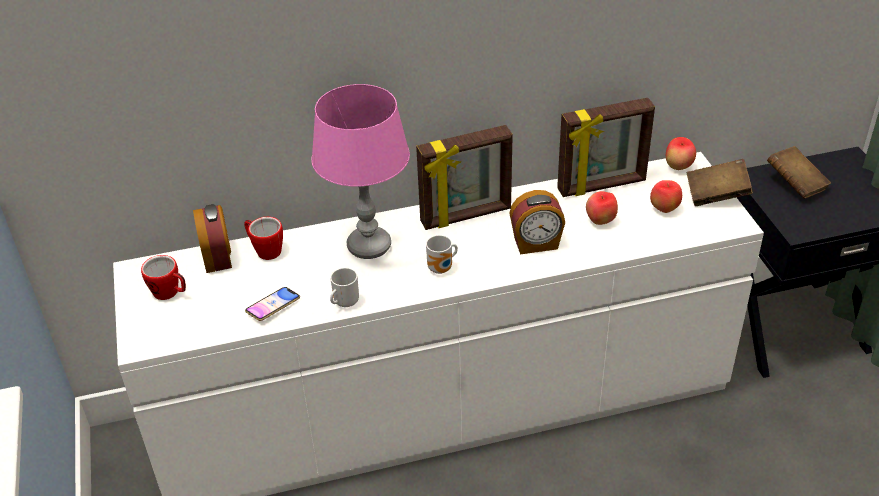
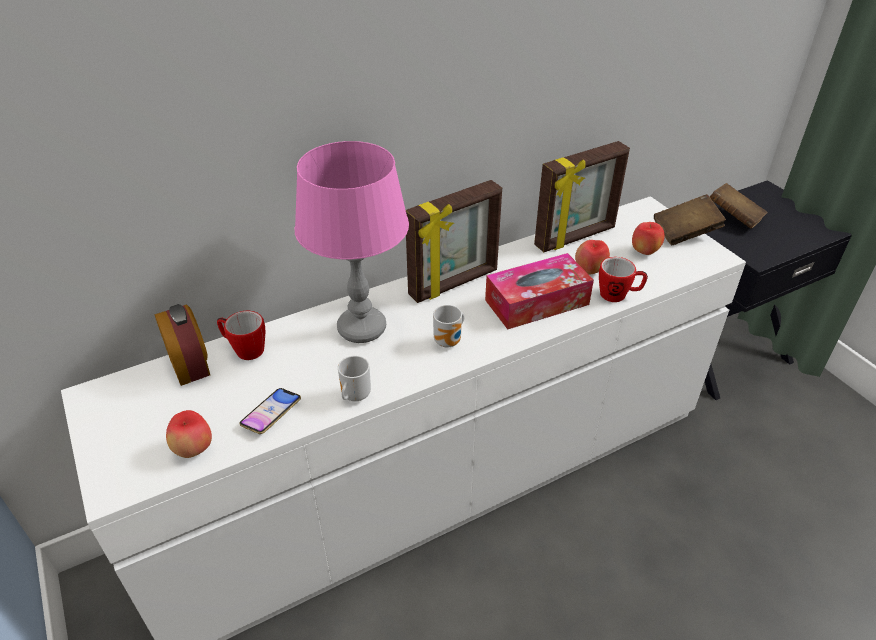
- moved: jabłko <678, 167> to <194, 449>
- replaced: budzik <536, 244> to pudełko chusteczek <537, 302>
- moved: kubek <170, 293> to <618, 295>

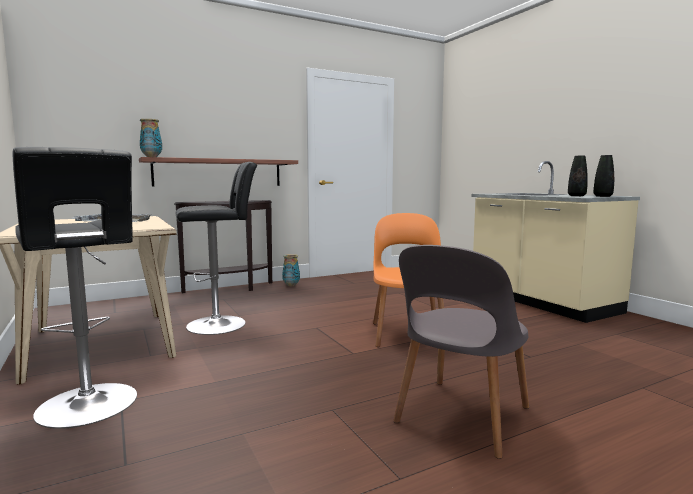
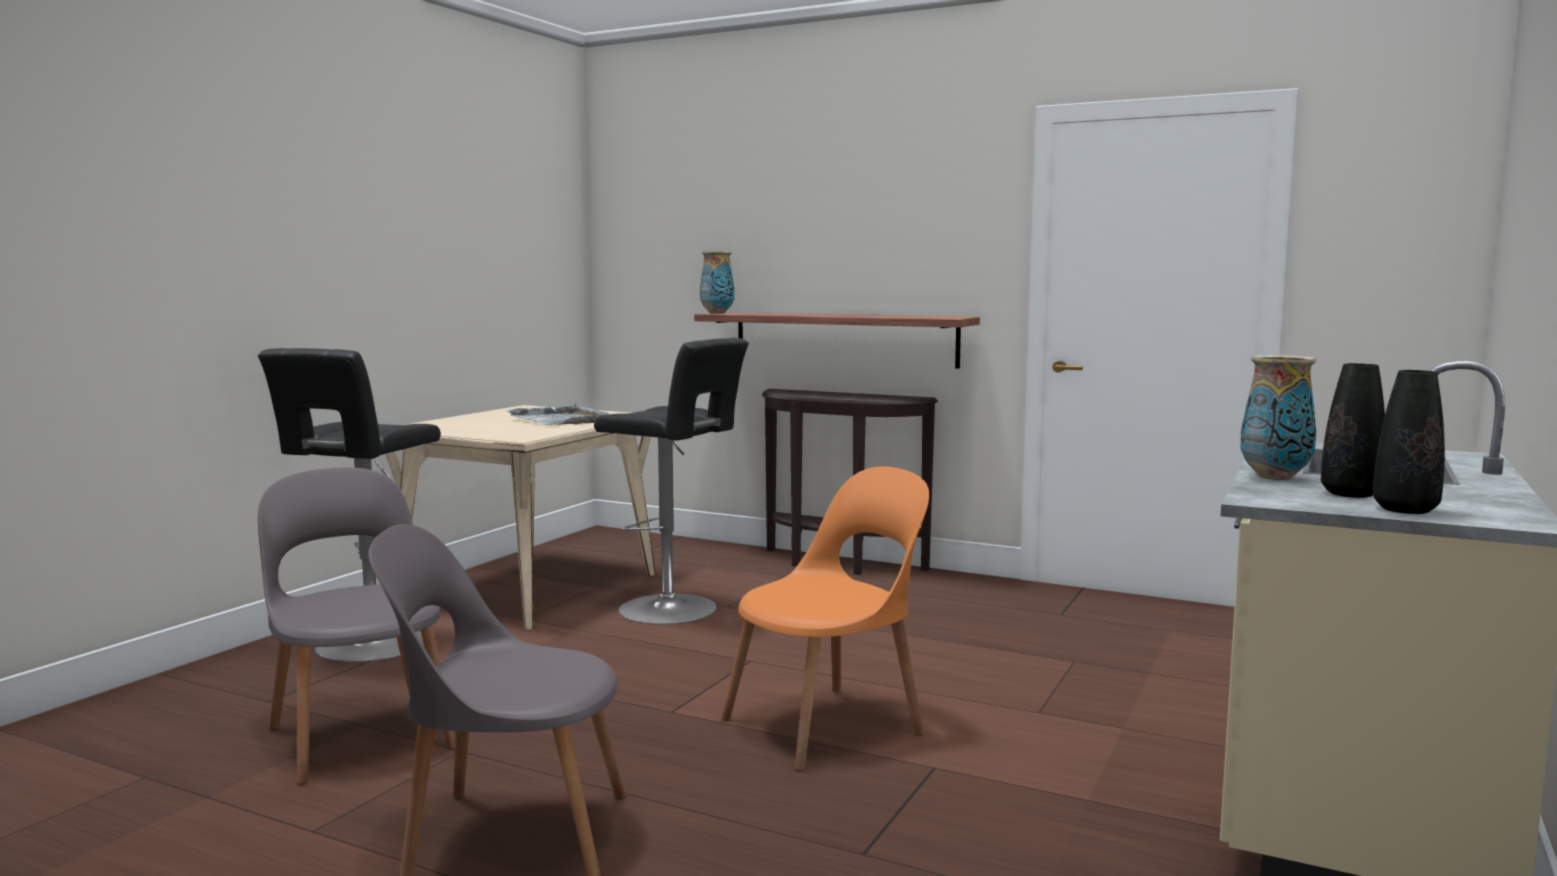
- added: krzesło/szary <361, 734>
- moved: wazon <291, 285> to <1274, 477>

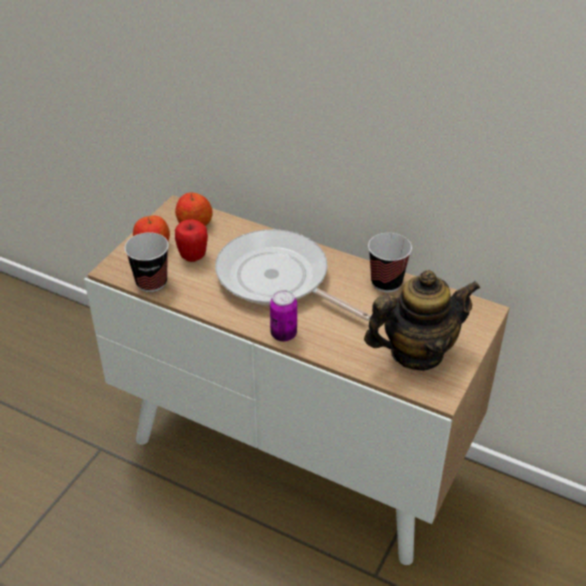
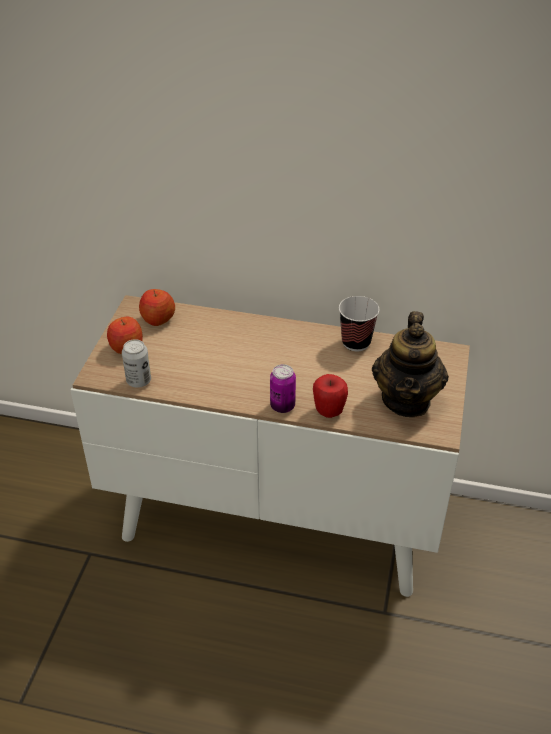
- replaced: filiżanka <151, 282> to puszka <139, 381>
- moved: jabłko <193, 256> to <329, 411>
- turned: imbryk <416, 352> = <406, 400> 135 degrees clockwise
- removed: patelnia <277, 279>

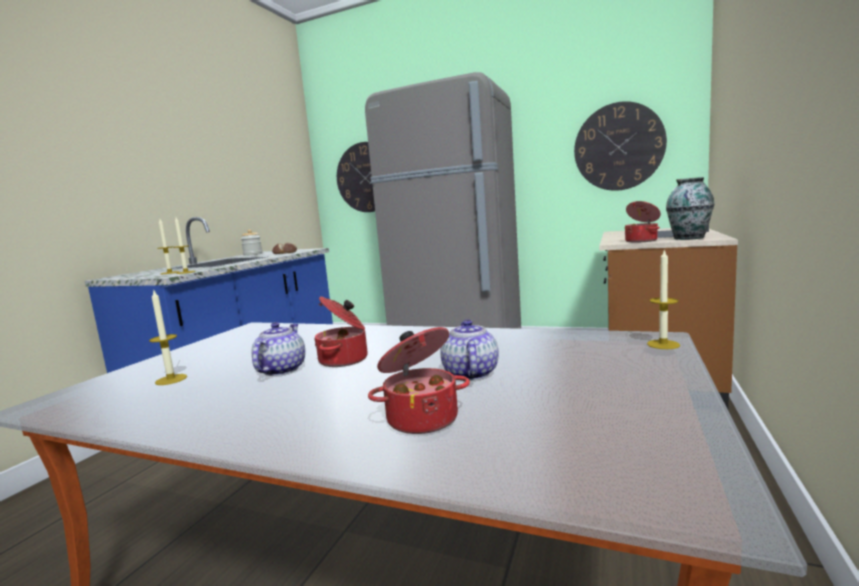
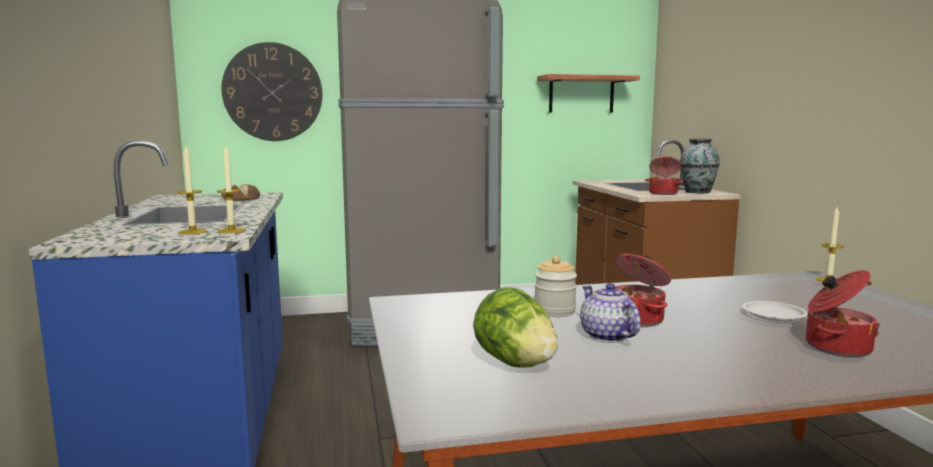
- replaced: świeca <171, 379> to sałata <514, 363>
- moved: słoik <253, 254> to <554, 310>
- replaced: zegar ścienny <618, 147> to półka <581, 94>
- replaced: imbryk <470, 374> to talerz/biały <773, 315>

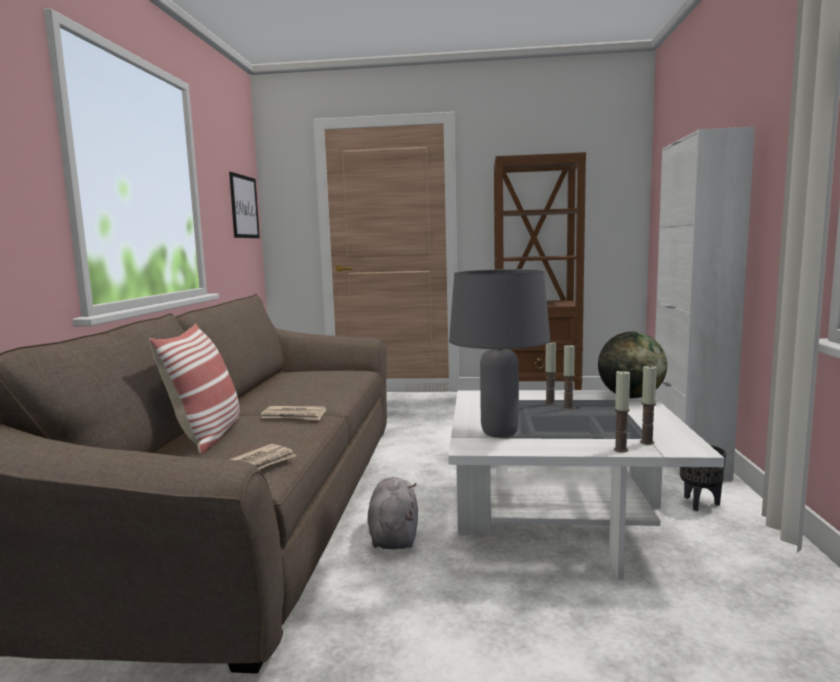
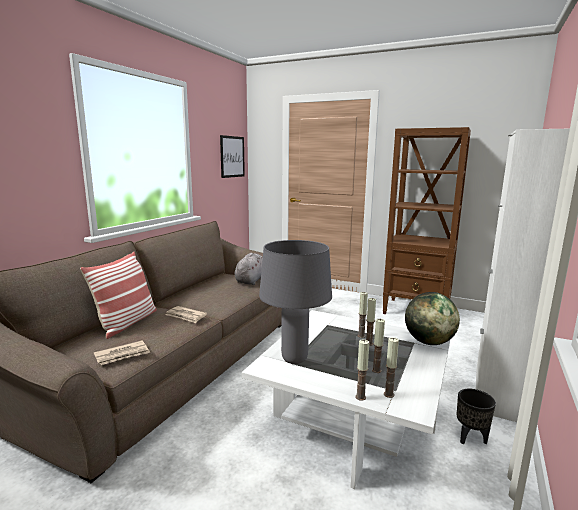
- moved: pluszak/szary <393, 535> to <251, 280>
- added: świeca <376, 370>

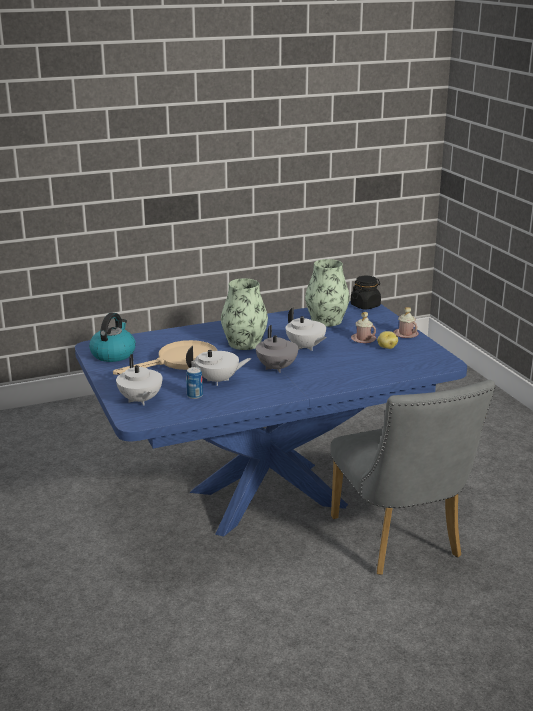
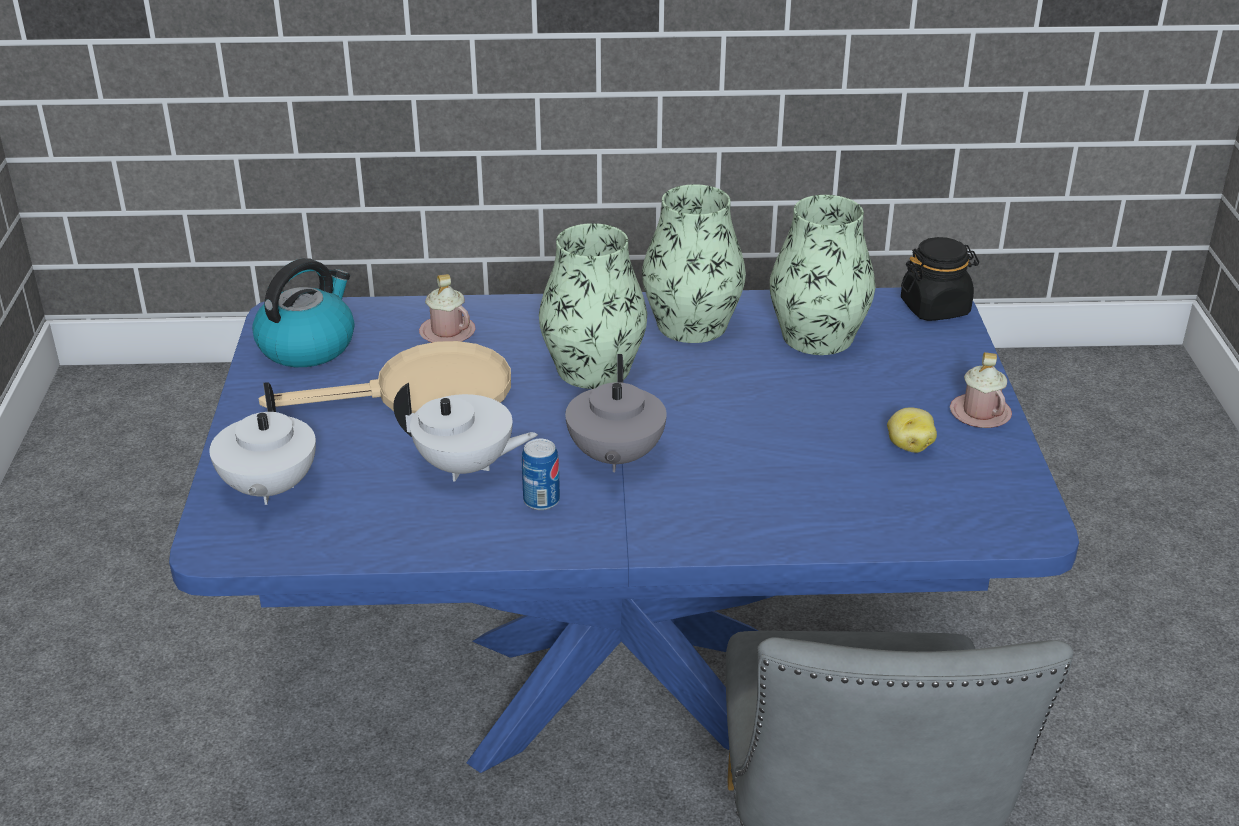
- moved: kubek/różowy <363, 339> to <447, 332>
- moved: puszka <194, 395> to <541, 501>
- added: wazon <692, 324>
- removed: imbryk/biały <305, 347>

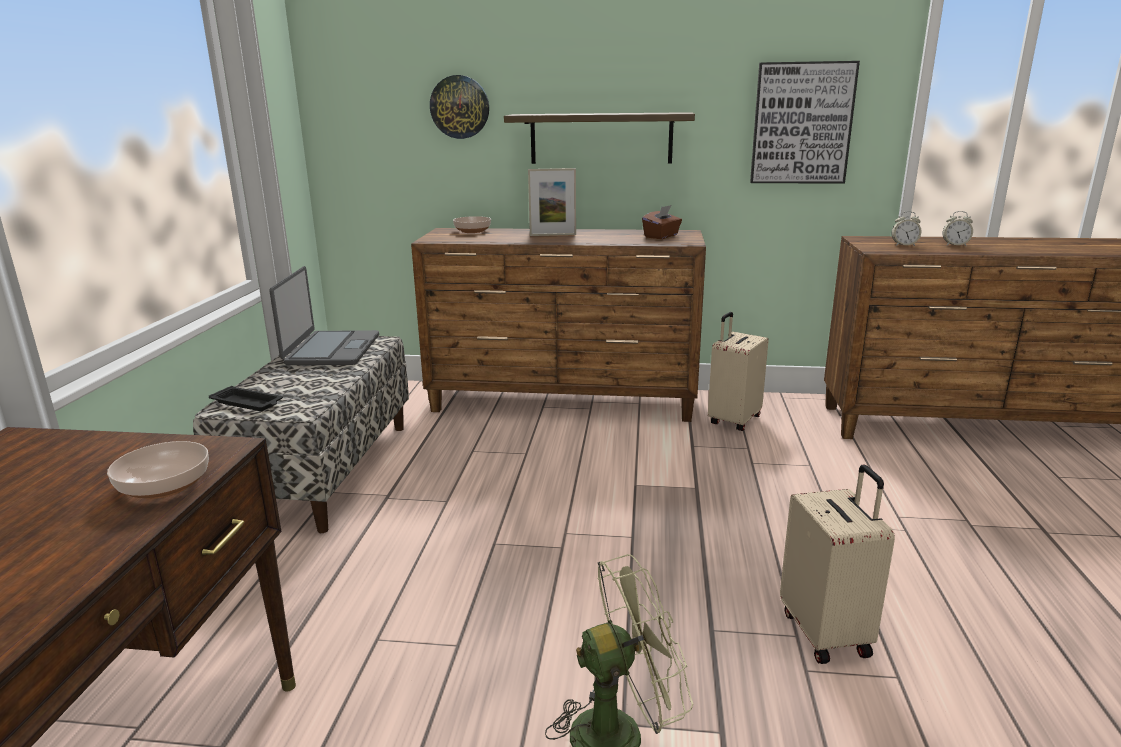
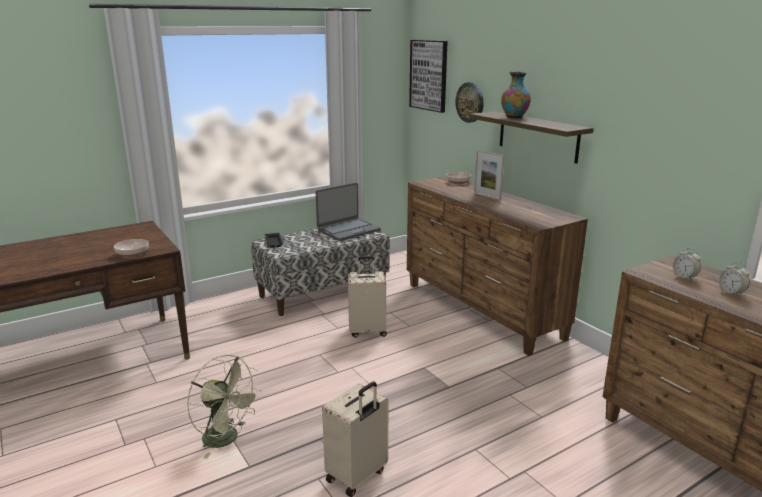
- moved: walizka/beżowy <733, 420> to <367, 331>
- moved: obraz <802, 123> to <429, 75>
- added: wazon <514, 117>
- removed: pudełko chusteczek/brązowy <661, 236>

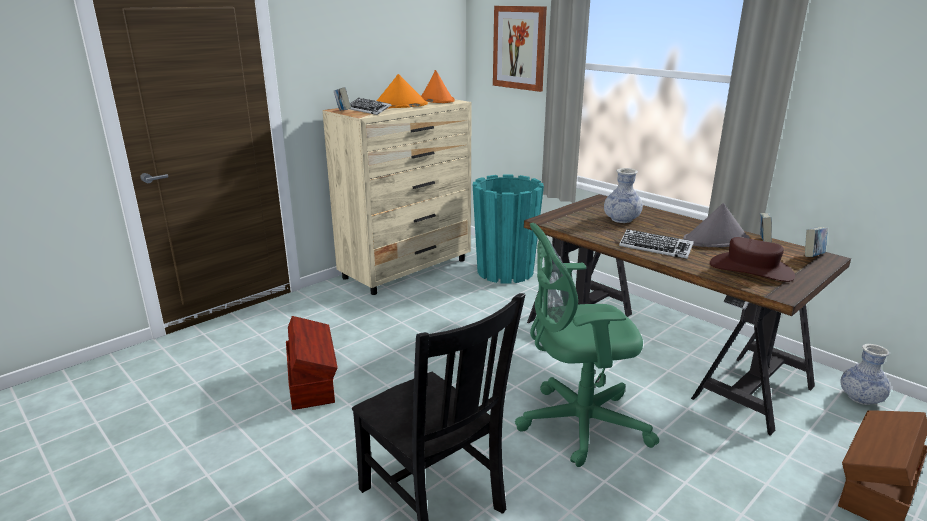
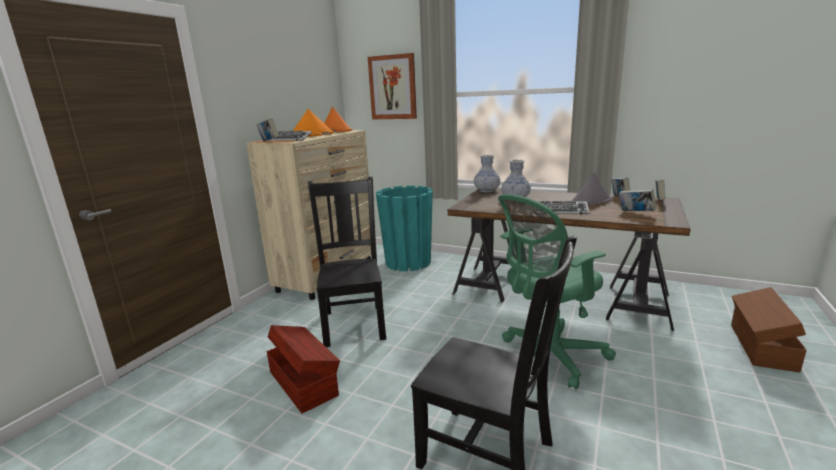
- added: krzesło/czarny <354, 323>
- moved: wazon <860, 398> to <486, 190>
- replaced: kapelusz/brązowy <751, 269> to książka <635, 213>

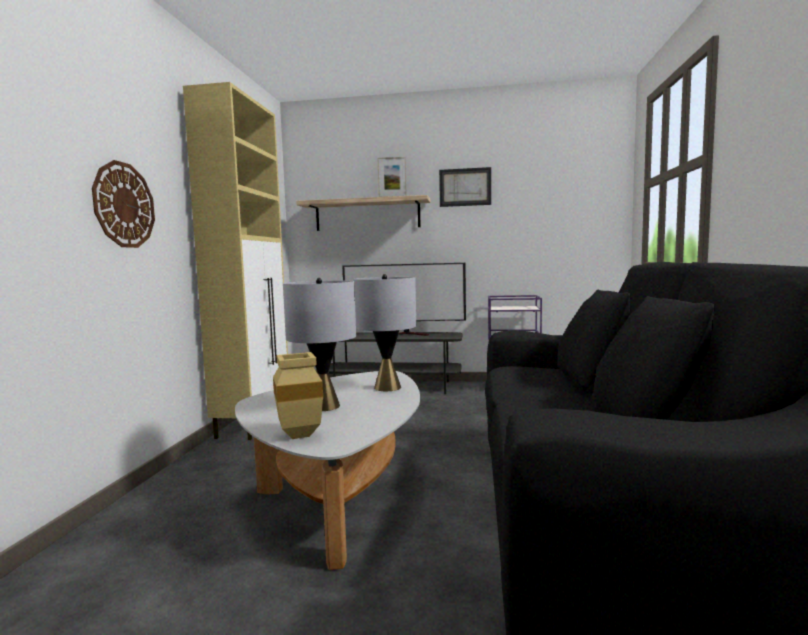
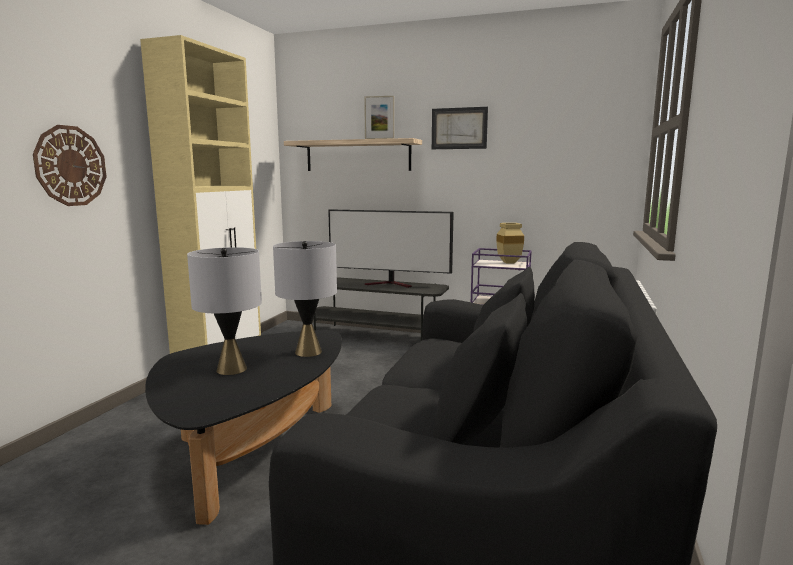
- recoloured: ława/biały <341, 492> to ława/czarny <254, 448>
- moved: wazon/beżowy <302, 434> to <509, 262>

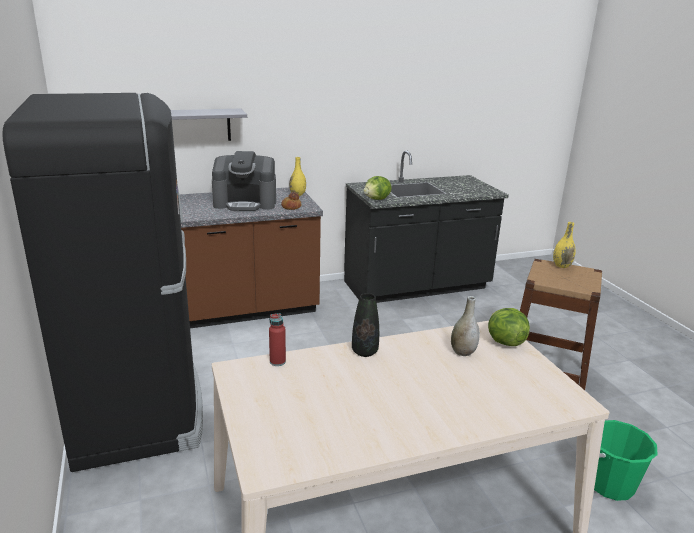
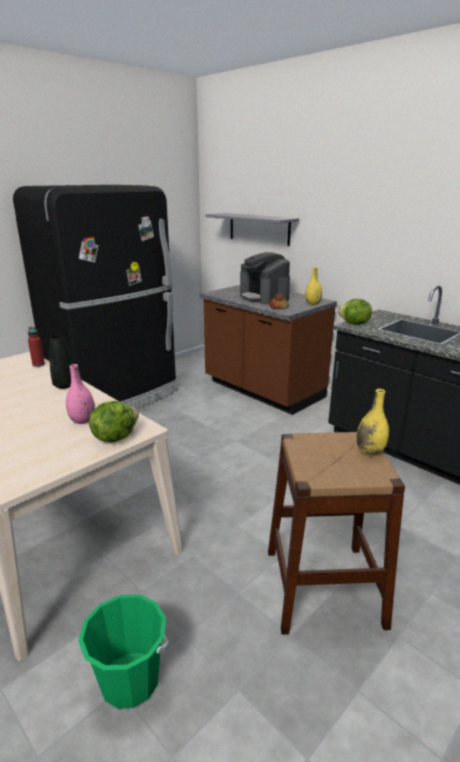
- recoloured: wazon/szary <463, 352> to wazon/różowy <82, 420>

